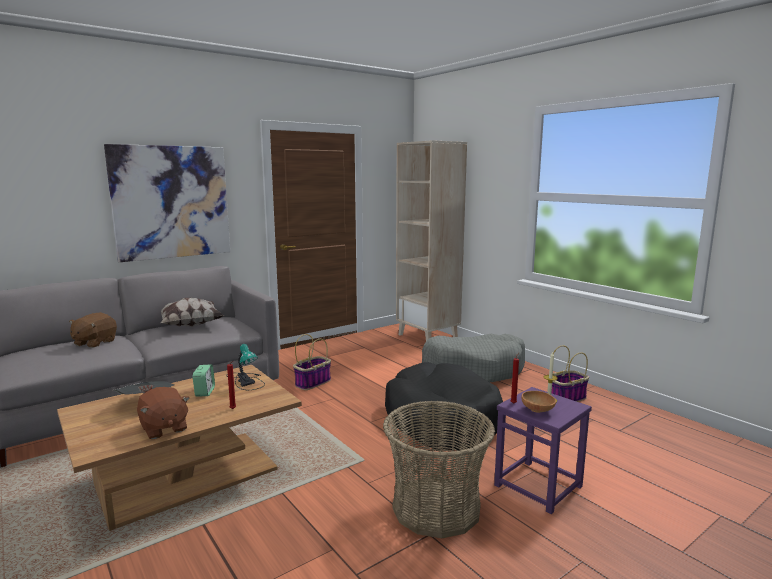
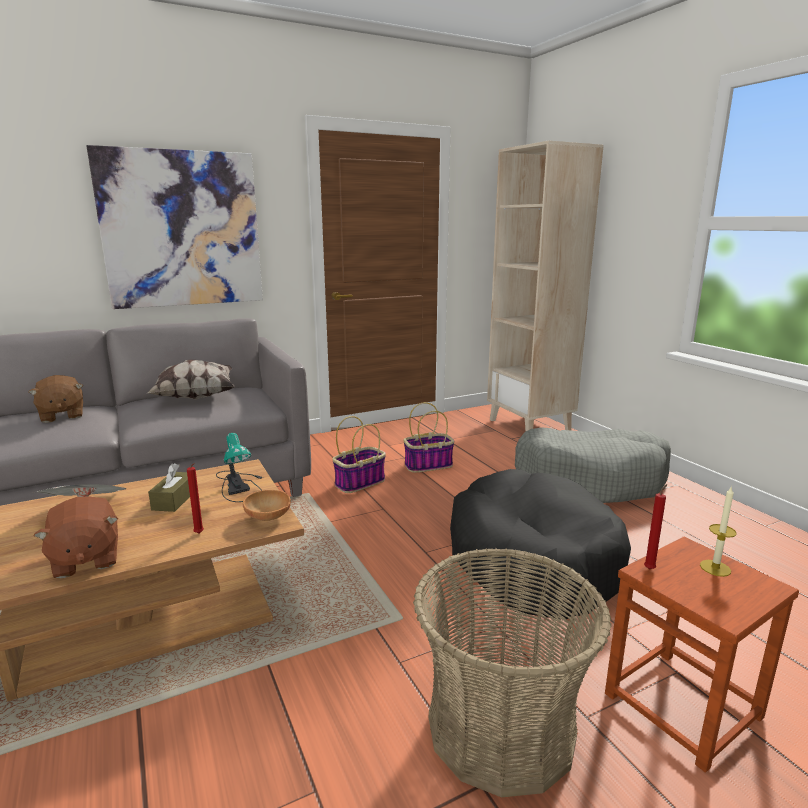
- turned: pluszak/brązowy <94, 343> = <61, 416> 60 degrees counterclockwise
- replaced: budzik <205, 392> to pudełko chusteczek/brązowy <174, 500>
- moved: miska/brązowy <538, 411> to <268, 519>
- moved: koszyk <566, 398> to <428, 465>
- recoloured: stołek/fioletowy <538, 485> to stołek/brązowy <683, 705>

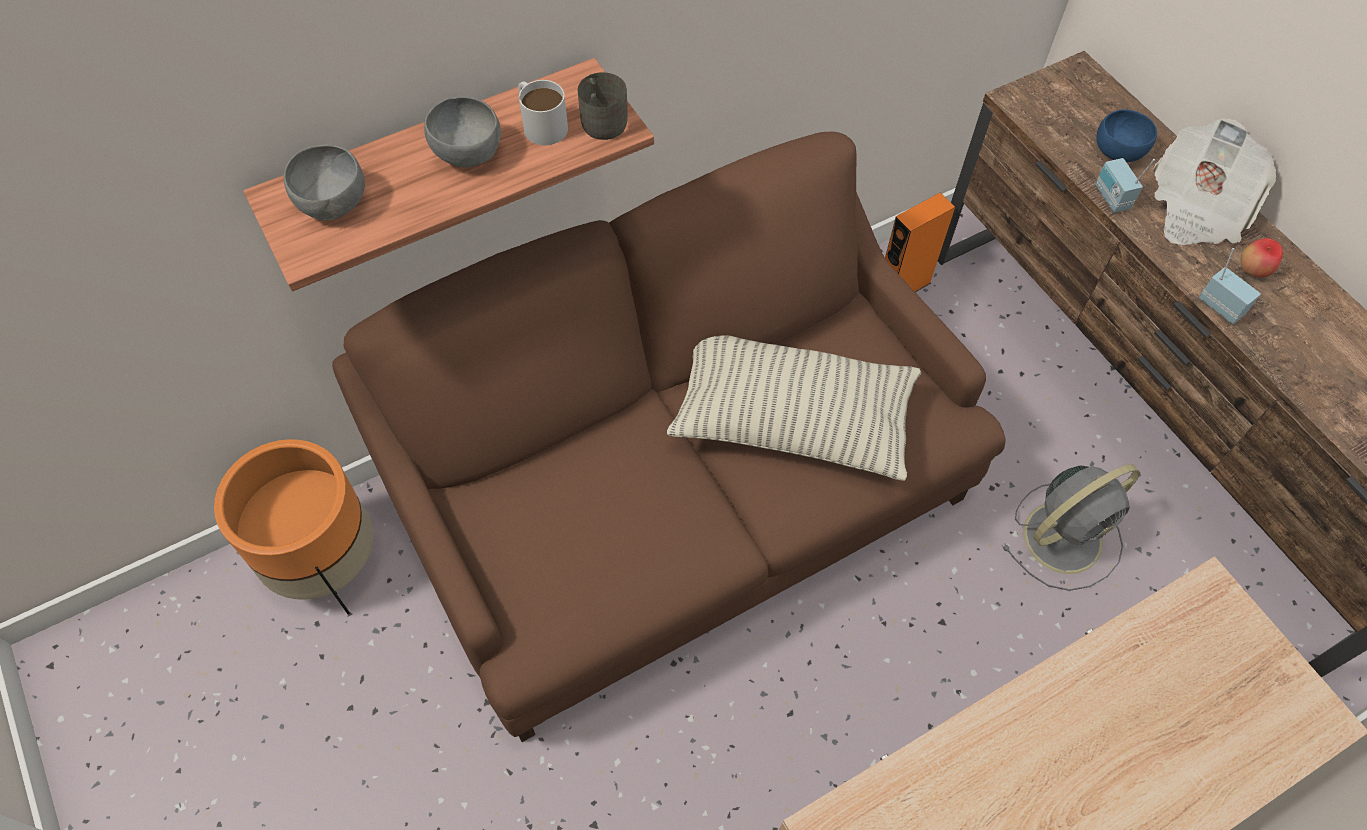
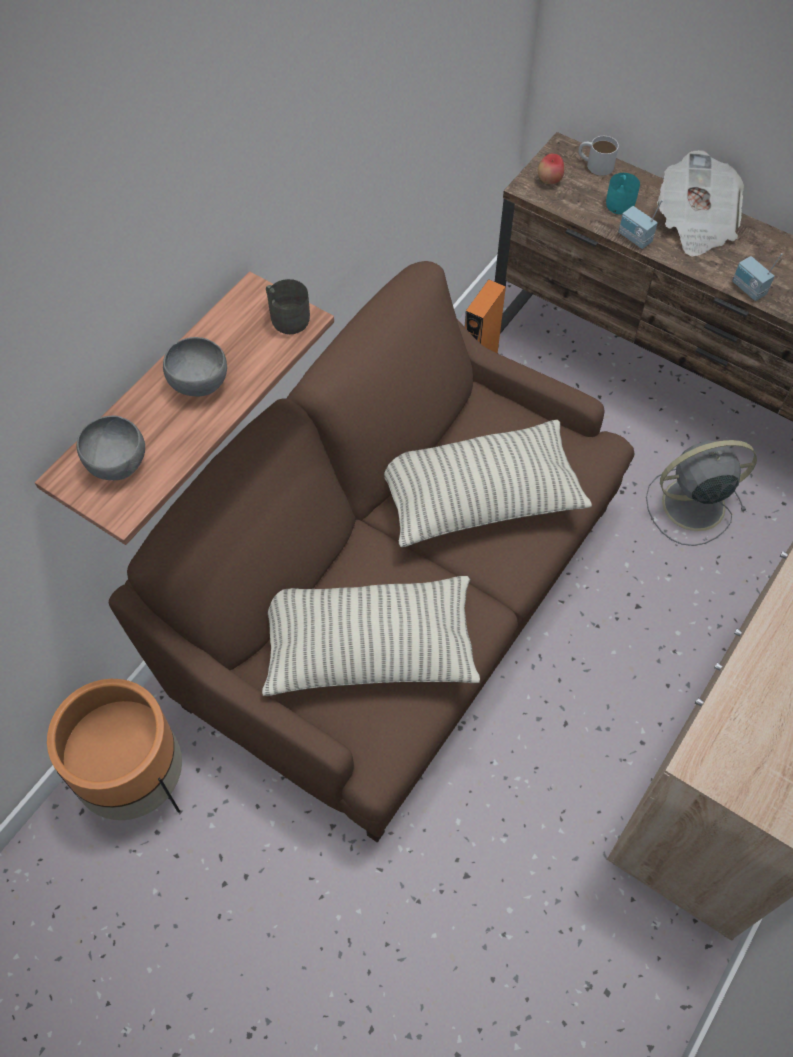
- added: poduszka <368, 647>
- moved: jabłko <1252, 271> to <549, 181>
- moved: kubek/biały <540, 123> to <595, 164>
- replaced: miska/niebieski <1117, 152> to kubek/turkusowy <620, 201>
- turned: wentylator/szary <1065, 536> = <690, 505> 135 degrees counterclockwise
- turned: radio <1221, 306> = <748, 289> 150 degrees counterclockwise

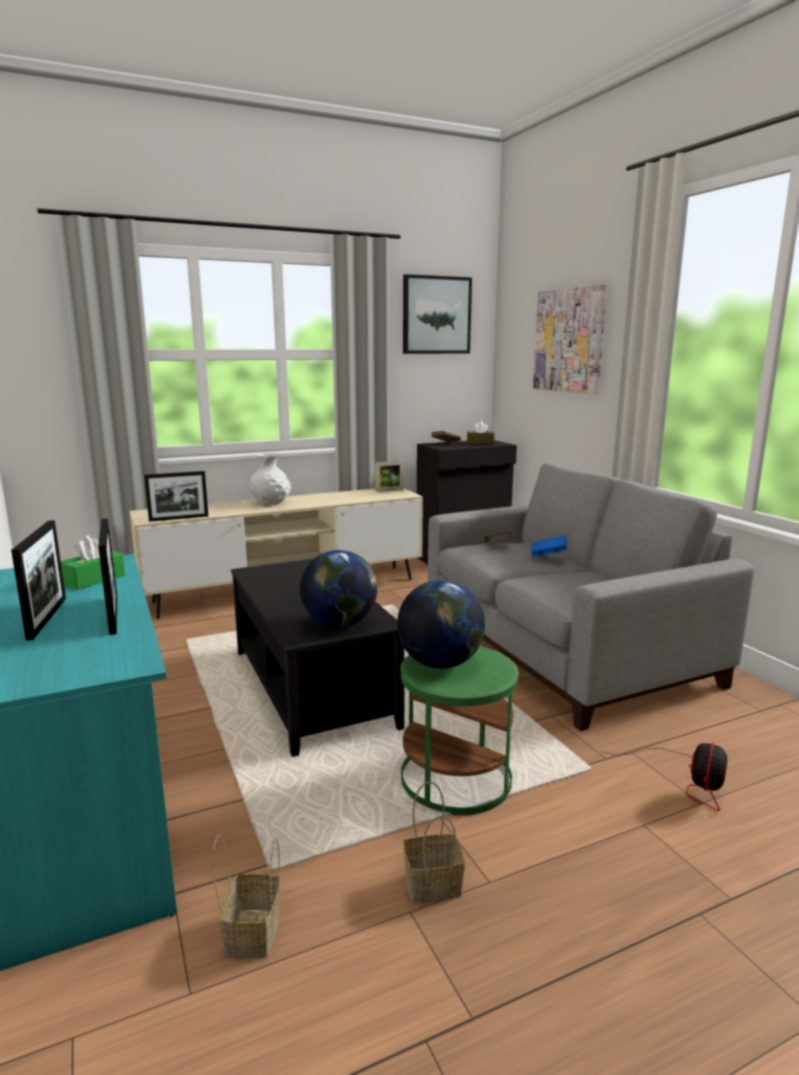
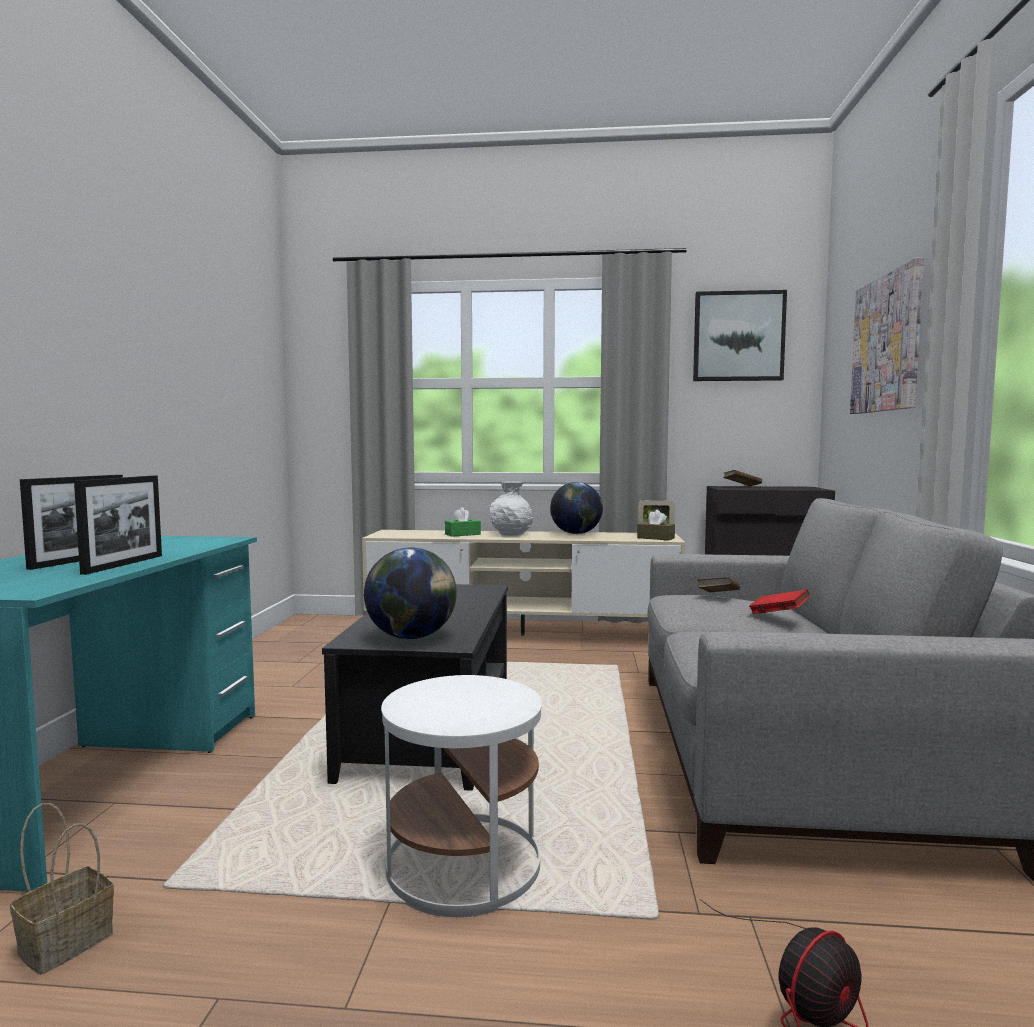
- recoloured: stolik/zielony <455, 778> to stolik/biały <464, 863>
- moved: pudełko chusteczek/zielony <93, 579> to <462, 534>
- moved: globus <440, 663> to <576, 533>
- moved: pudełko chusteczek/brązowy <480, 443> to <655, 538>
- recoloured: książka/niebieski <548, 555> to książka/czerwony <778, 615>
- removed: ramka na zdjęcie <179, 518>
- removed: koszyk <431, 886>

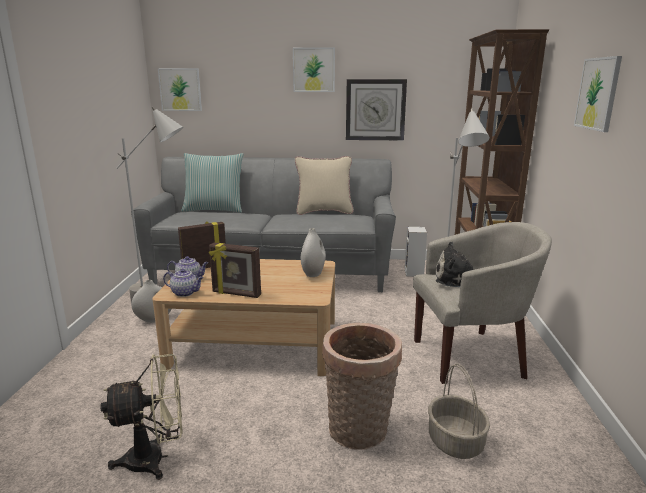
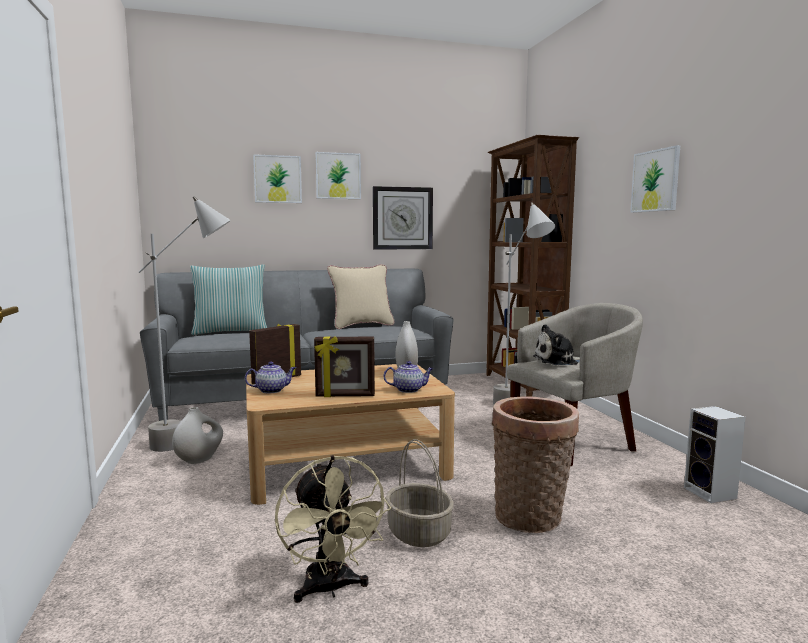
- moved: obraz <180, 89> to <277, 179>
- turned: wentylator/beżowy <155, 459> = <330, 589> 105 degrees clockwise
- moved: imbryk <185, 293> to <409, 390>
- moved: koszyk <456, 442> to <420, 533>
- moved: głośnik <414, 273> to <712, 494>

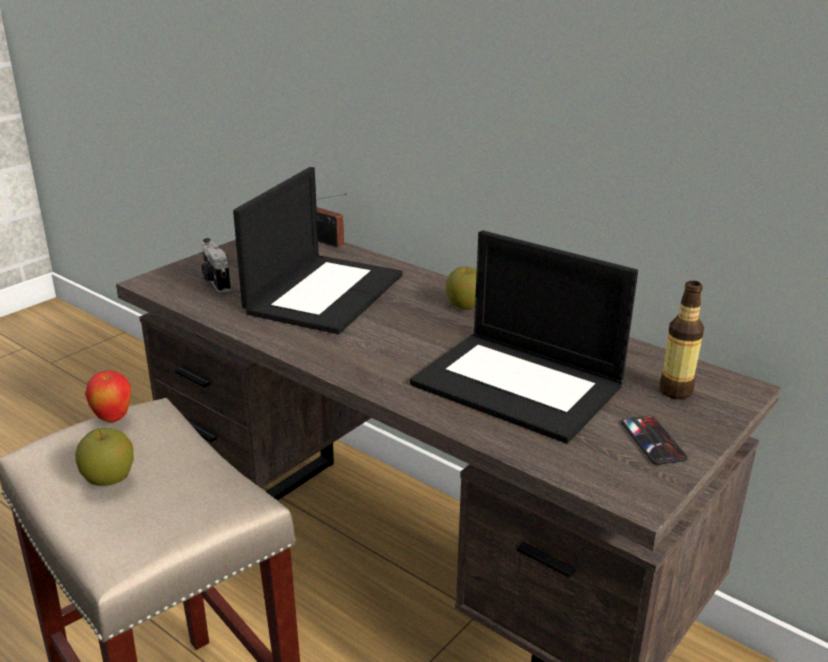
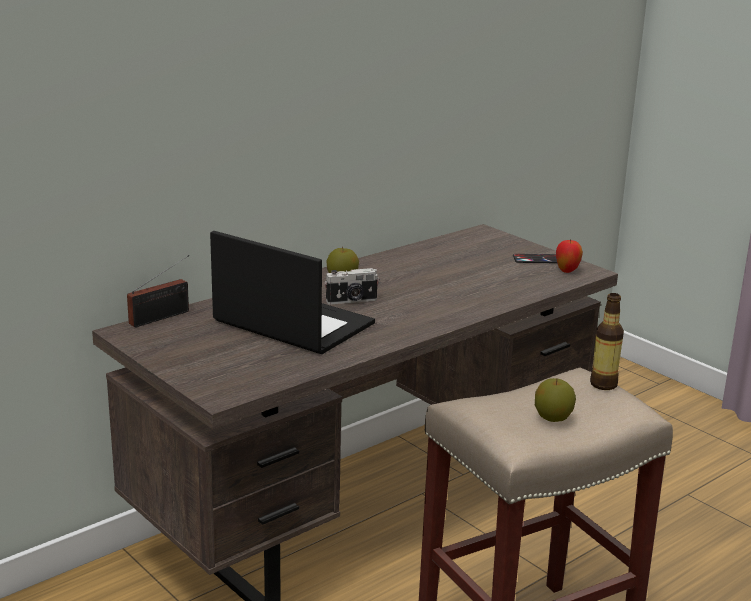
- moved: aparat fotograficzny <215, 281> to <352, 301>
- moved: jabłko <113, 418> to <567, 271>
- moved: butelka <675, 391> to <603, 384>
- removed: laptop <520, 385>

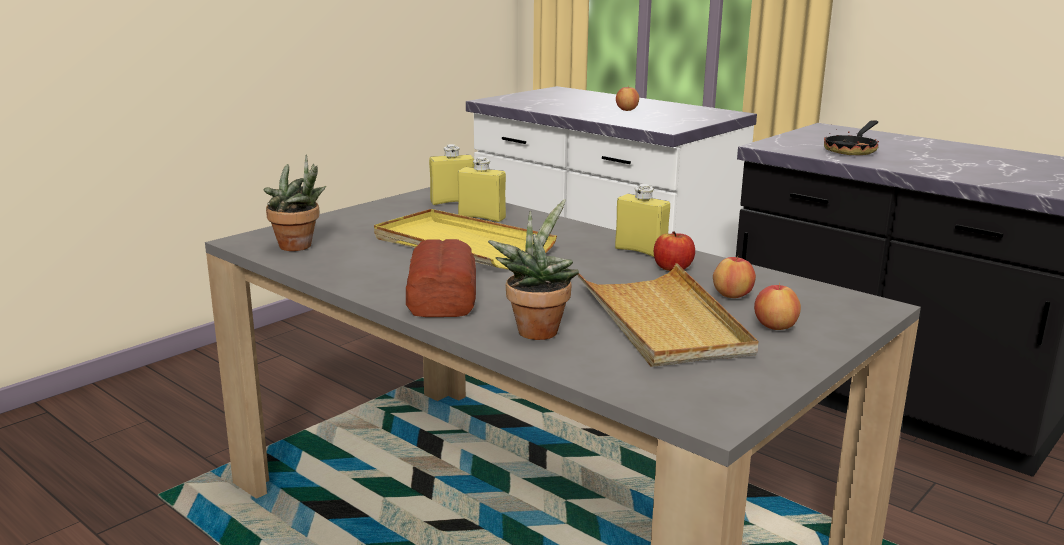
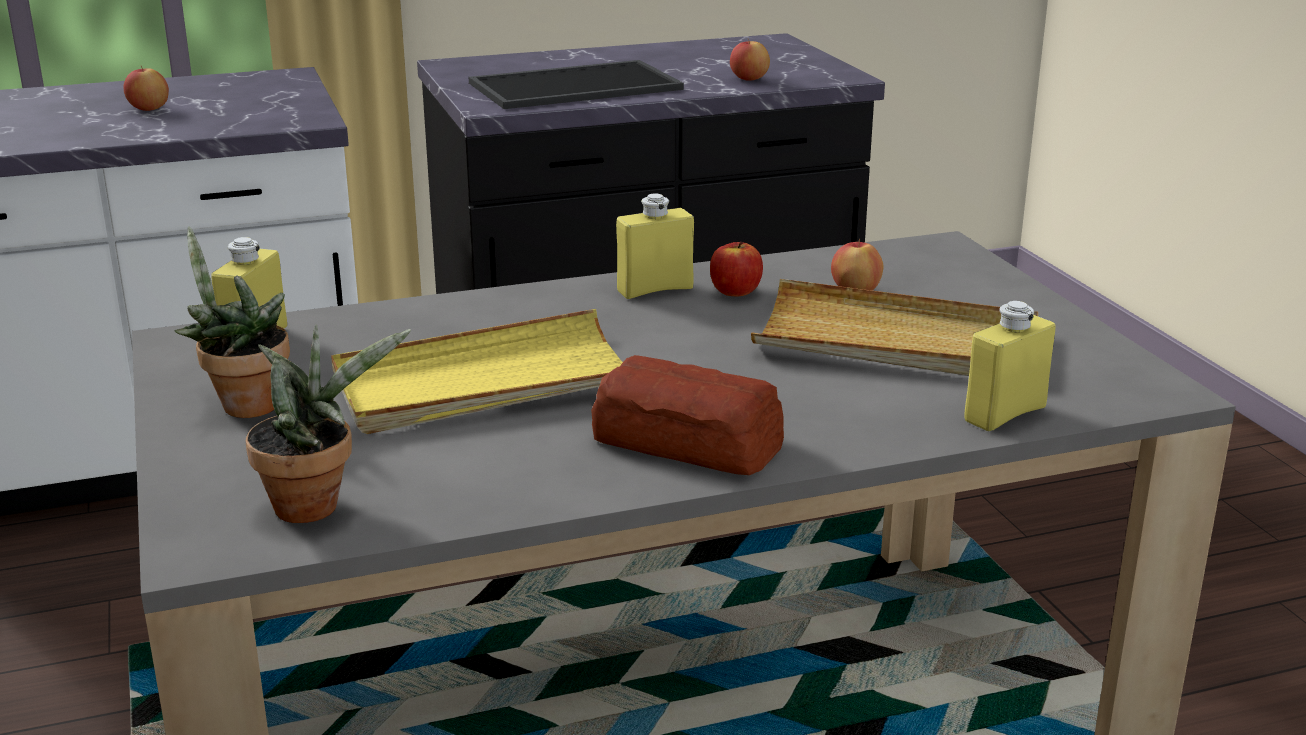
- moved: roślina doniczkowa <537, 329> to <243, 404>
- replaced: patelnia <853, 150> to taca <576, 85>
- moved: jabłko <775, 327> to <748, 79>
- moved: butelka/żółty <482, 217> to <1005, 414>

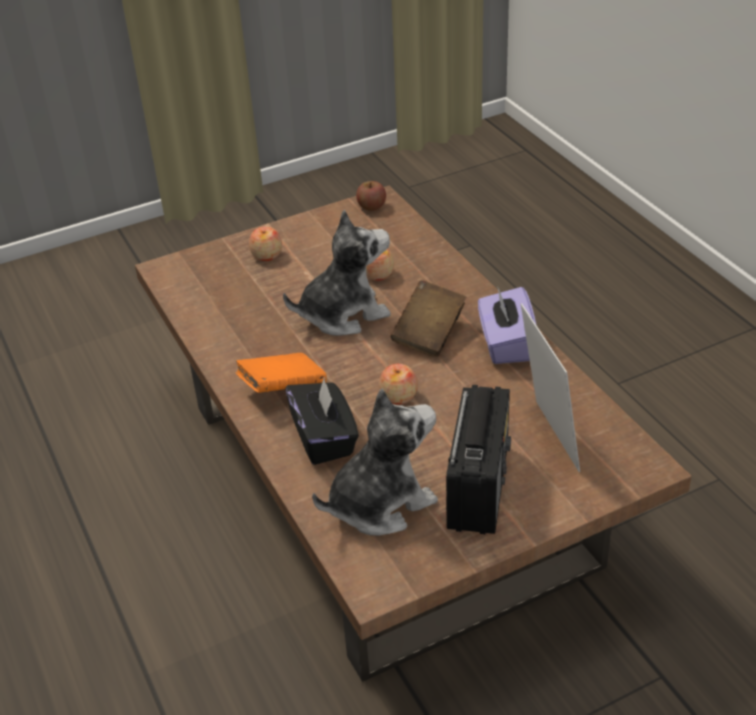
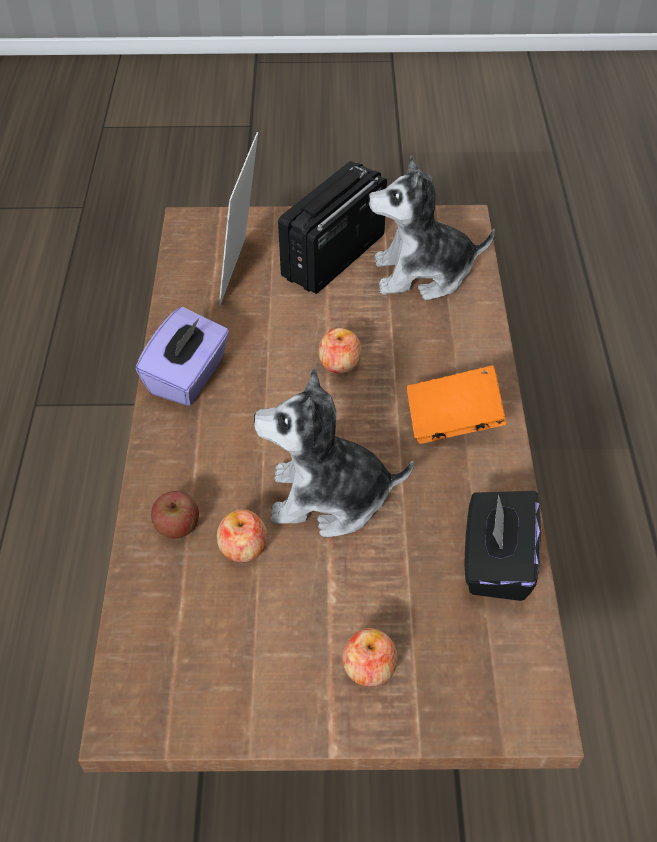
- moved: jabłko <371, 206> to <177, 526>
- moved: pudełko chusteczek/czarny <324, 439> to <496, 562>
- removed: książka/brązowy <429, 334>

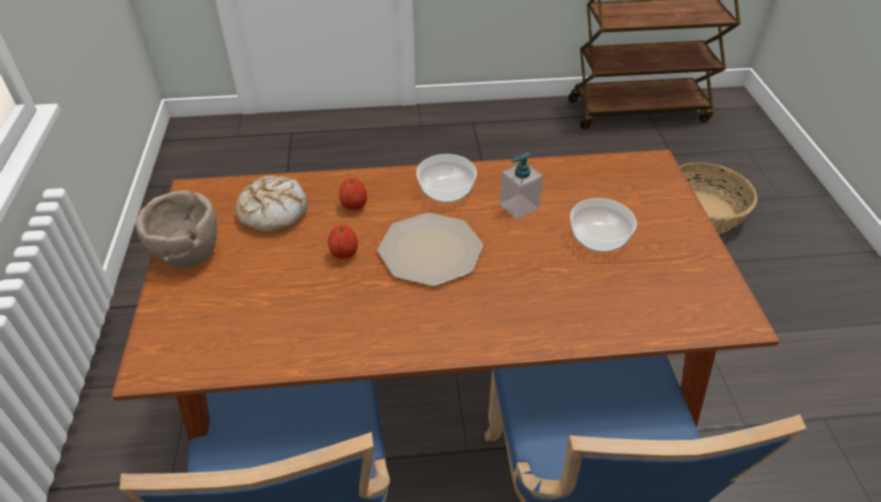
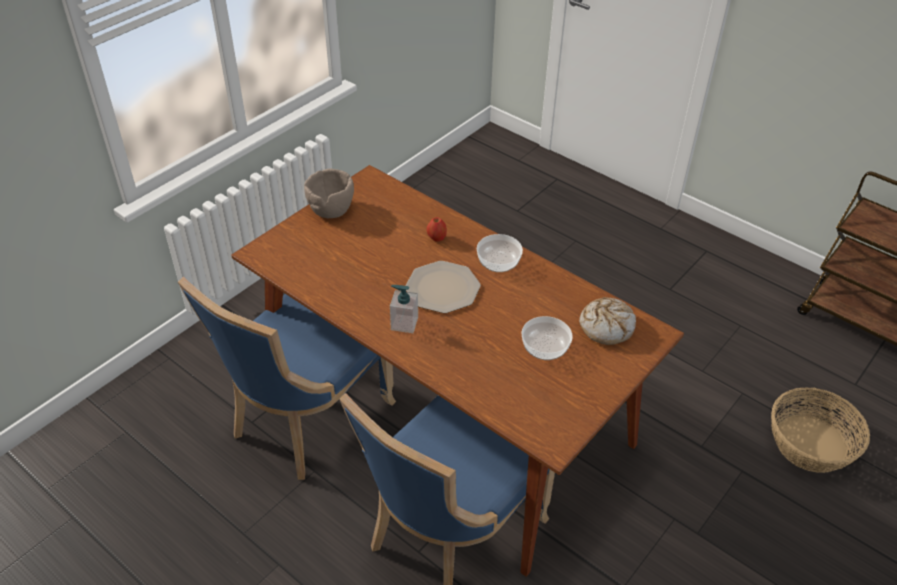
- moved: dozownik mydła <518, 206> to <404, 323>
- moved: chleb <273, 212> to <606, 326>
- removed: jabłko <344, 254>

